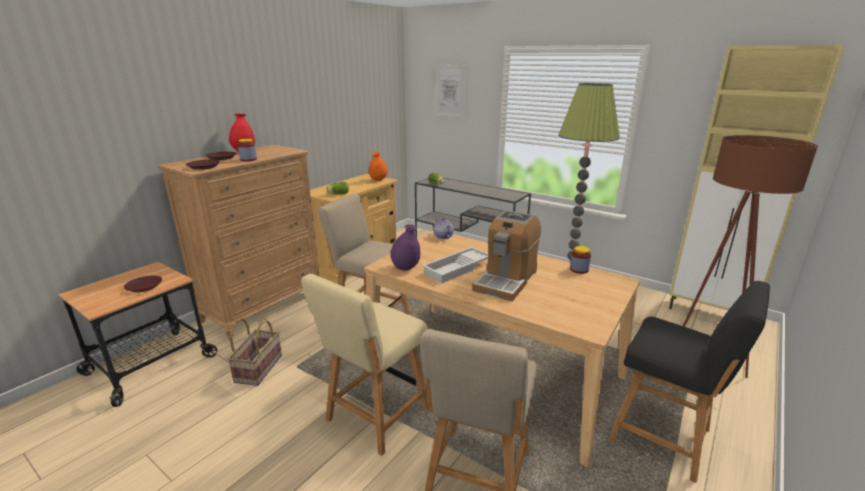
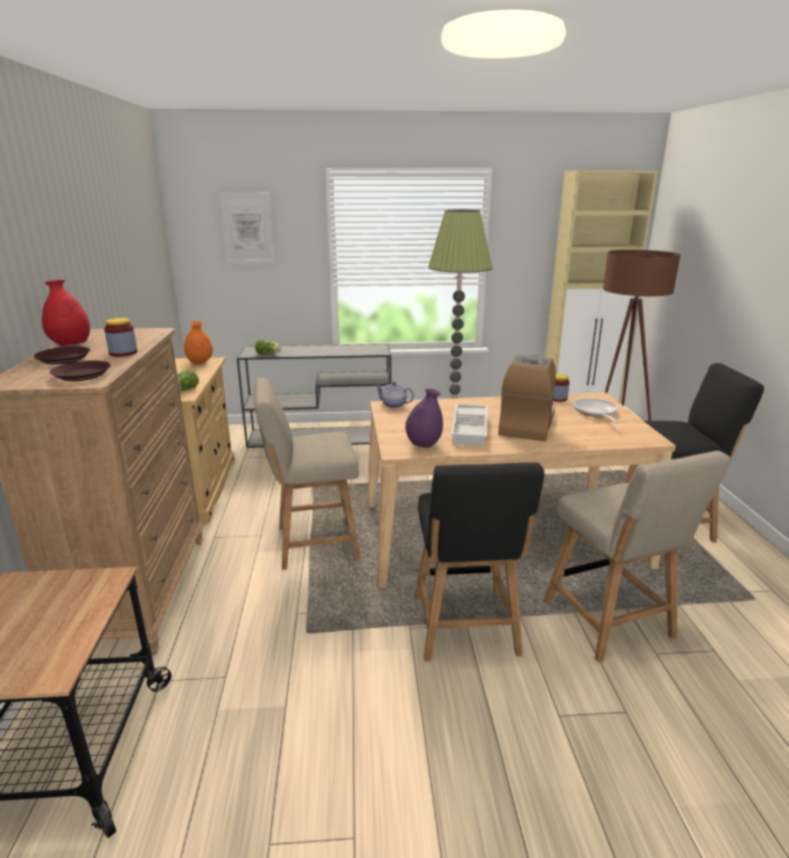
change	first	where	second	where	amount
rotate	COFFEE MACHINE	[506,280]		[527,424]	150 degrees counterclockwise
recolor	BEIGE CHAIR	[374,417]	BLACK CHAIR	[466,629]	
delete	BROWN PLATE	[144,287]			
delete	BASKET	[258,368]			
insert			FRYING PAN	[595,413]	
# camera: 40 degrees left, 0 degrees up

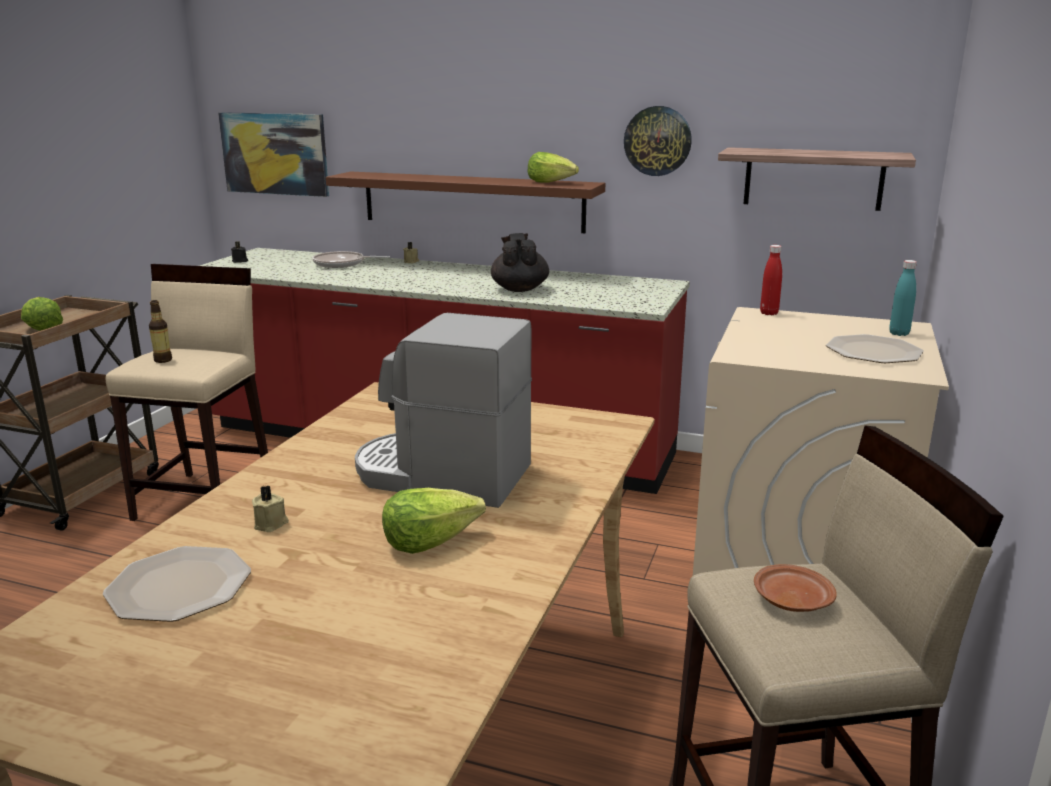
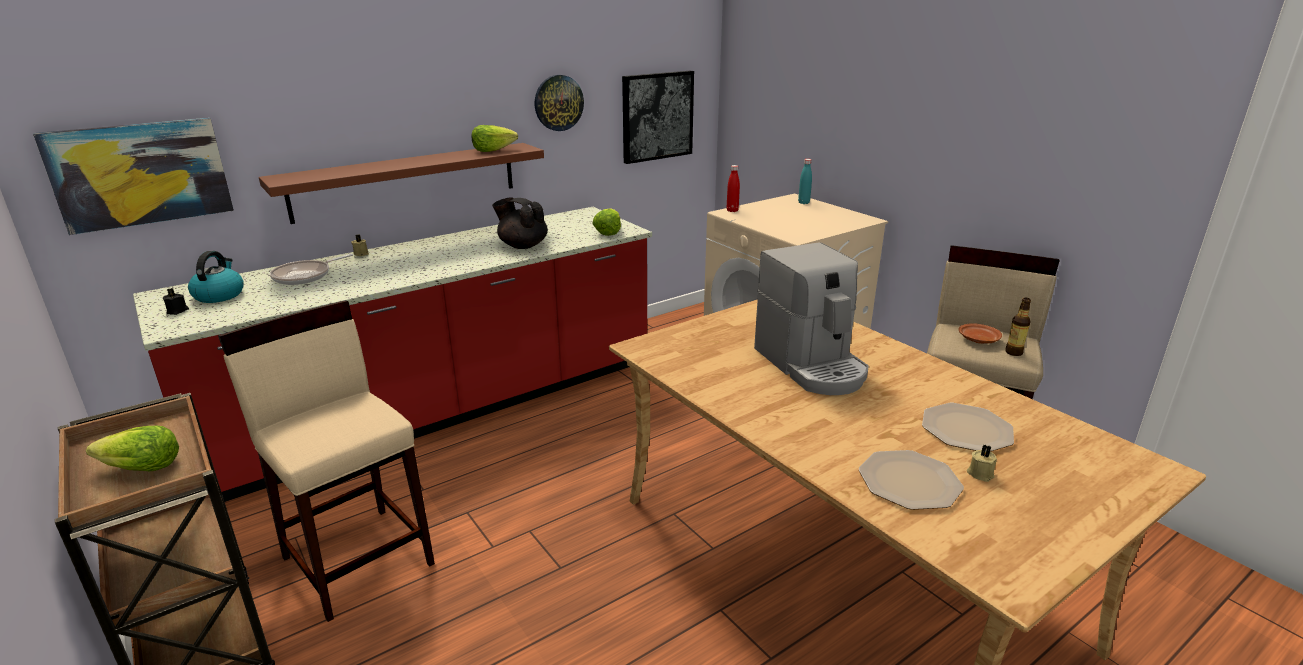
change	first	where	second	where	amount
replace	SHELF	[813,178]	PICTURE	[657,116]	
move	BOTTLE	[163,360]		[1013,352]	
rotate	COFFEE MACHINE	[441,475]		[812,365]	75 degrees counterclockwise
move	PLATE	[873,351]		[965,429]	
move	BEIGE CANDLE	[271,524]		[980,473]	
move	LETTUCE	[429,541]		[608,232]	
insert			KETTLE	[219,295]	
# camera: 55 degrees left, 5 degrees up

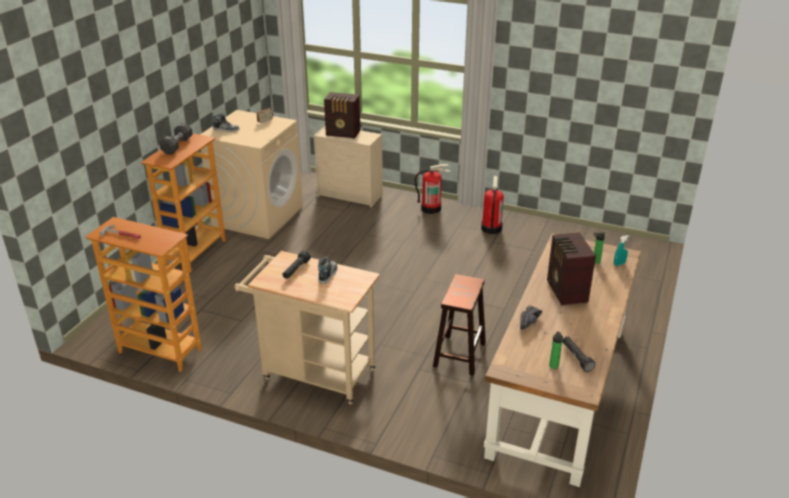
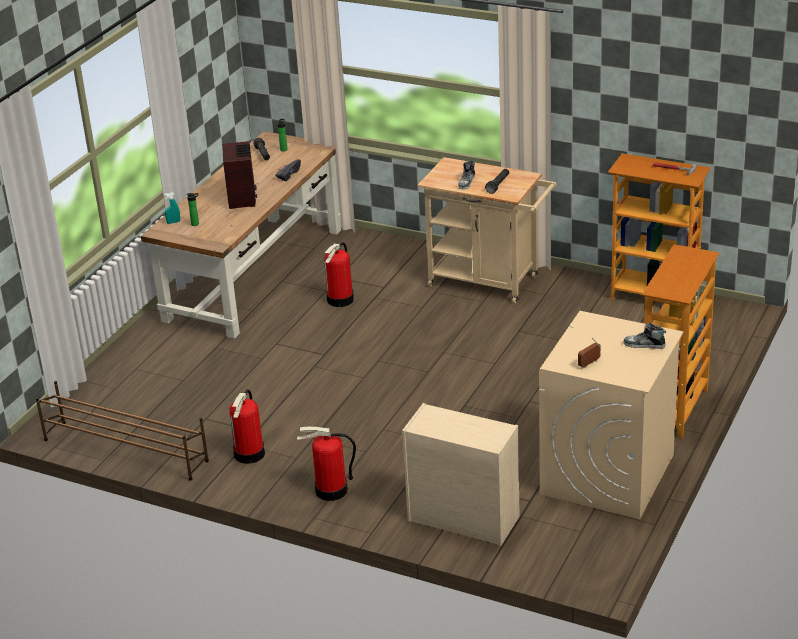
change	first	where	second	where	amount
delete	RADIO	[343,133]			
delete	BLACK DUMBBELL	[177,146]			
replace	BROWN STOOL	[459,354]	FIRE EXTINGUISHER	[340,300]	
insert			BROWN SHOE RACK	[125,450]	
# camera: 175 degrees left, 0 degrees up

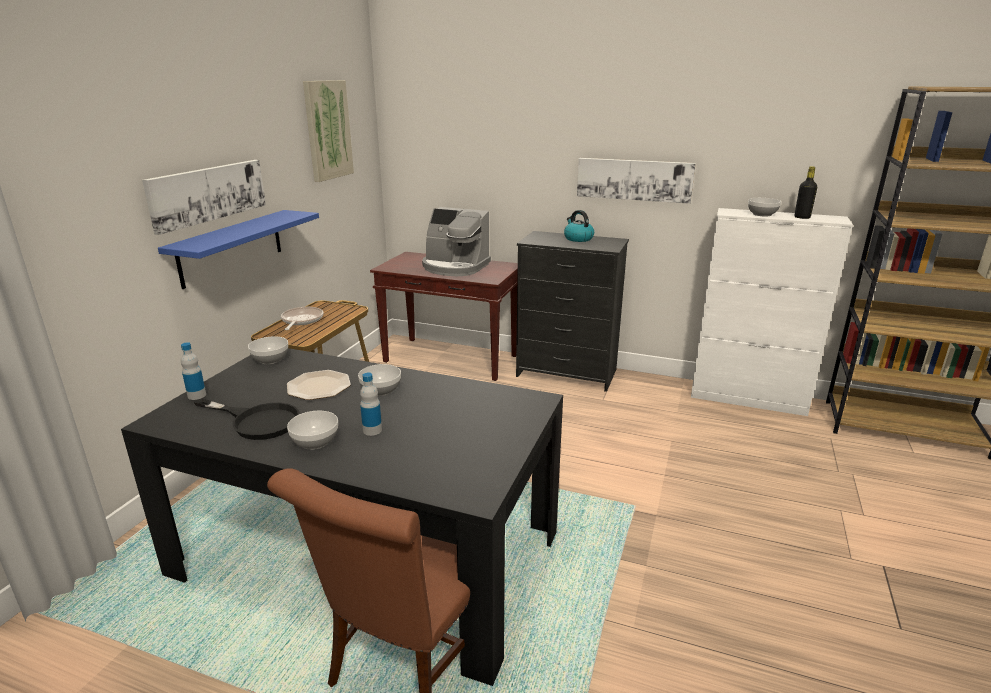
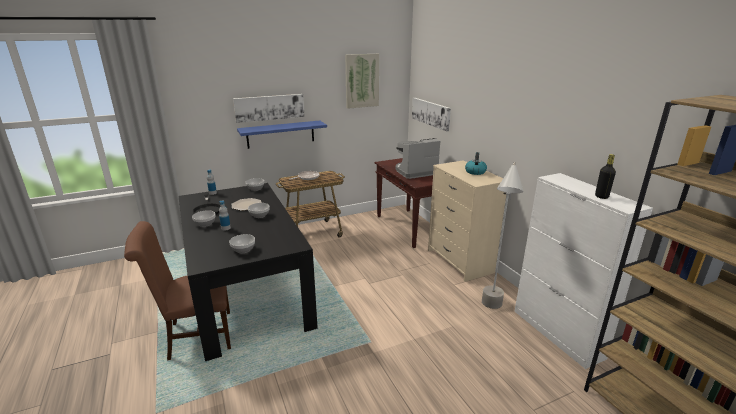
change	first	where	second	where	amount
move	PICTURE	[634,179]		[431,113]	
move	BOWL	[761,214]		[243,249]	
rotate	COFFEE MACHINE	[455,267]		[415,172]	90 degrees clockwise
recolor	BLACK DRESSER	[566,373]	BEIGE DRESSER	[459,261]	
insert			GREY FLOOR LAMP	[491,312]	
# camera: 45 degrees right, 0 degrees up

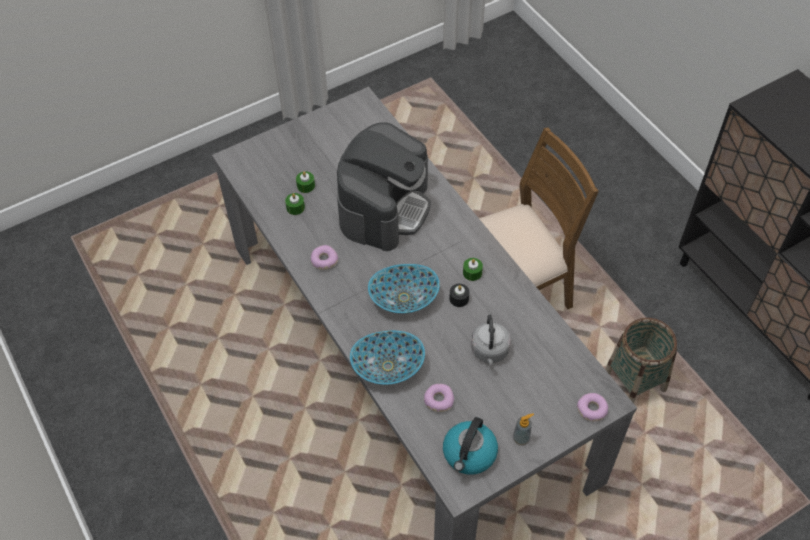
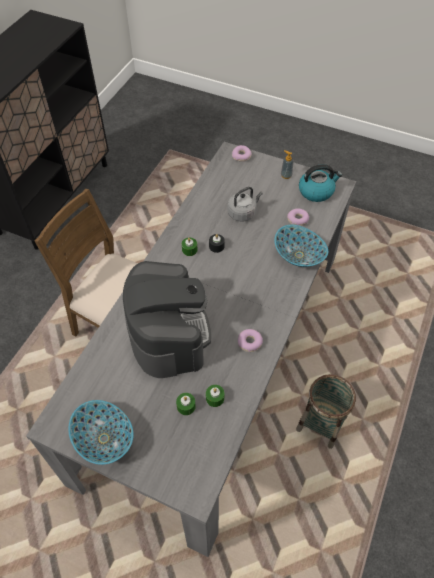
change	first	where	second	where	amount
rotate	COFFEE MACHINE	[384,207]		[168,333]	90 degrees clockwise
move	BOWL	[404,299]		[104,438]	
move	BASKET	[634,381]		[321,424]	
# camera: 125 degrees left, 0 degrees up

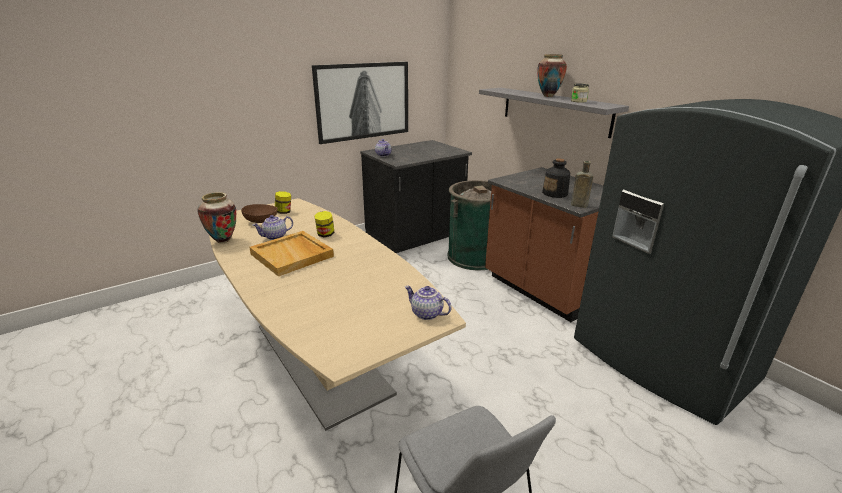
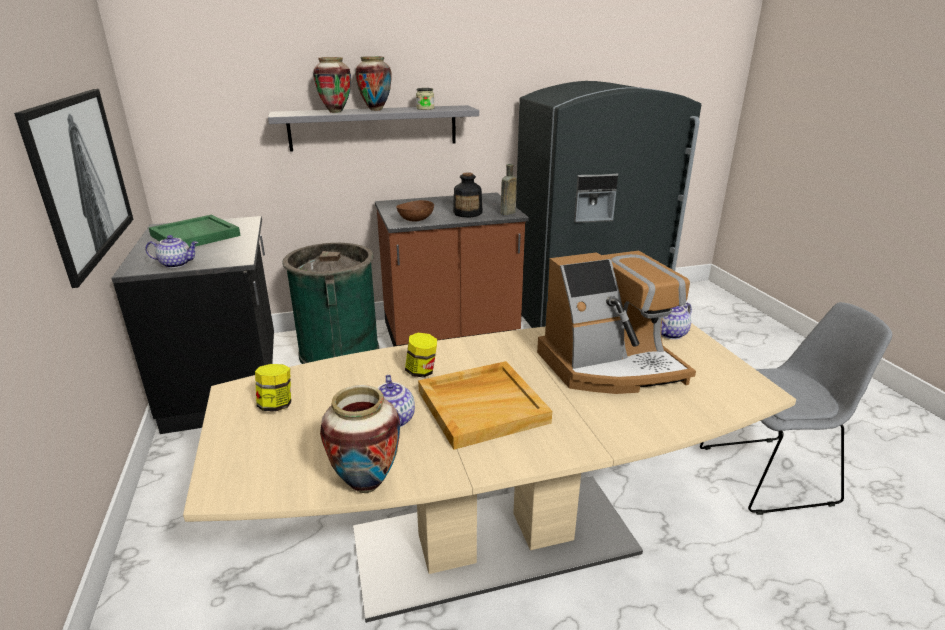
change	first	where	second	where	amount
move	BROWN BOWL	[261,221]		[416,220]	
insert			VASE	[336,112]	
insert			GREEN TRAY	[196,235]	
insert			COFFEE MACHINE	[611,366]	
# camera: 70 degrees left, 0 degrees up

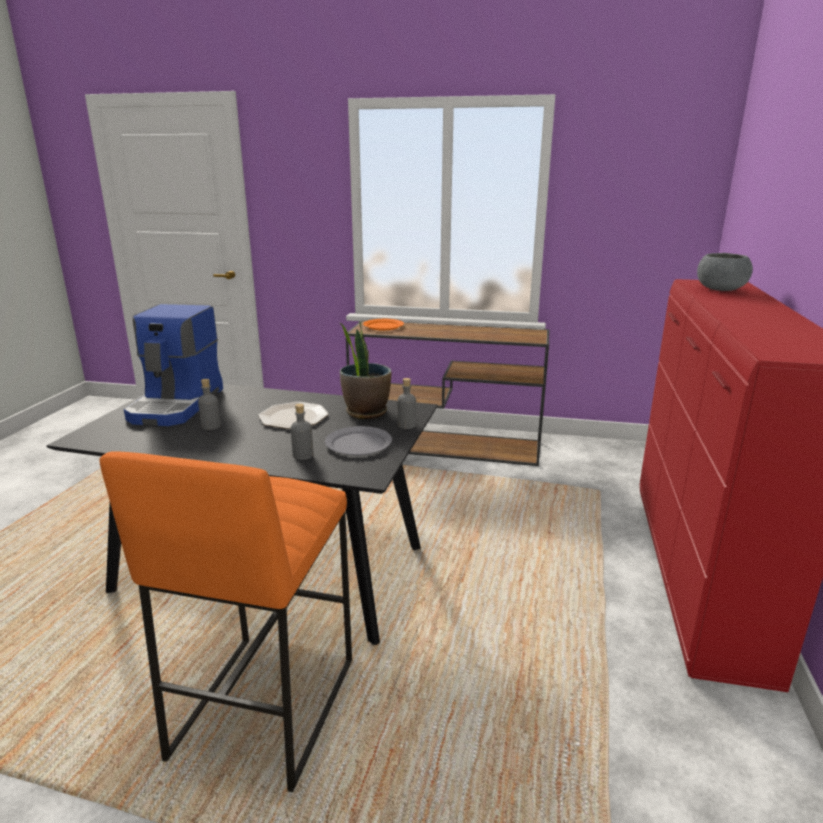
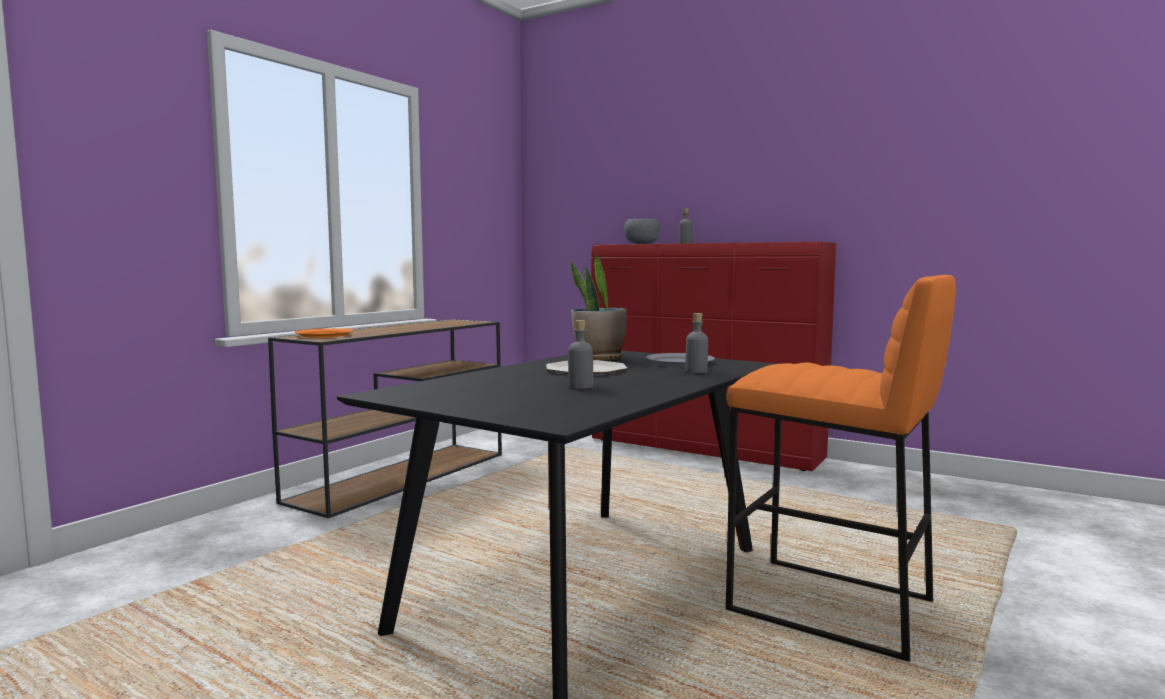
change	first	where	second	where	amount
delete	COFFEE MACHINE	[178,405]			
move	GREY BOTTLE	[406,425]		[685,243]	
# camera: 70 degrees left, 15 degrees down

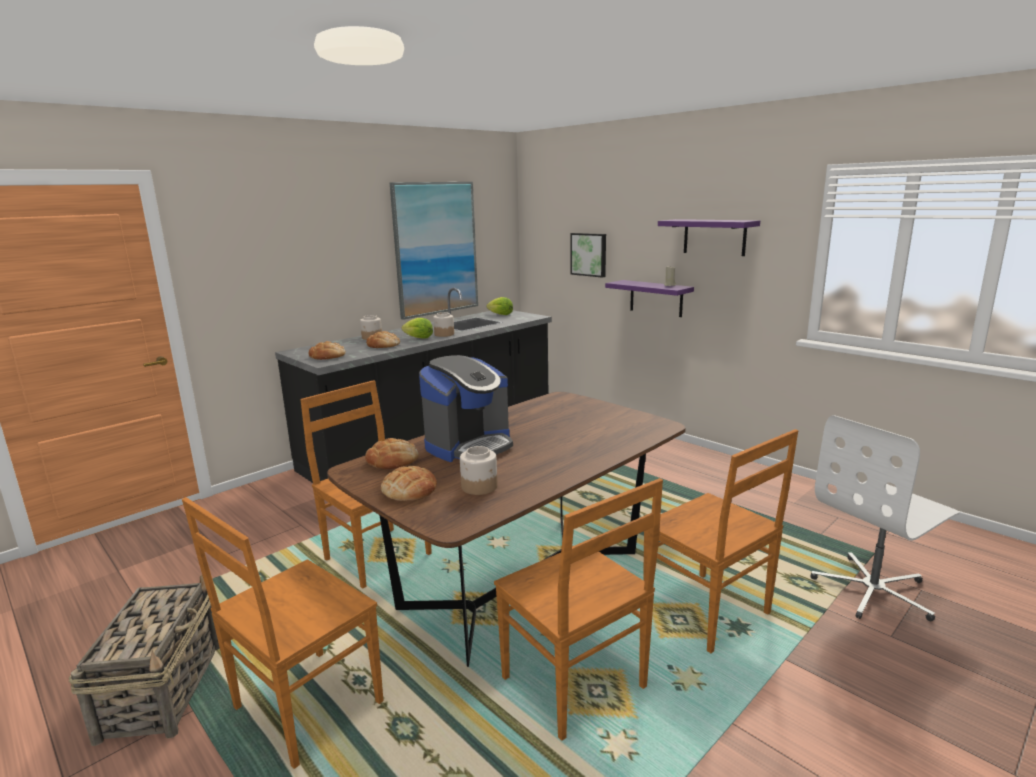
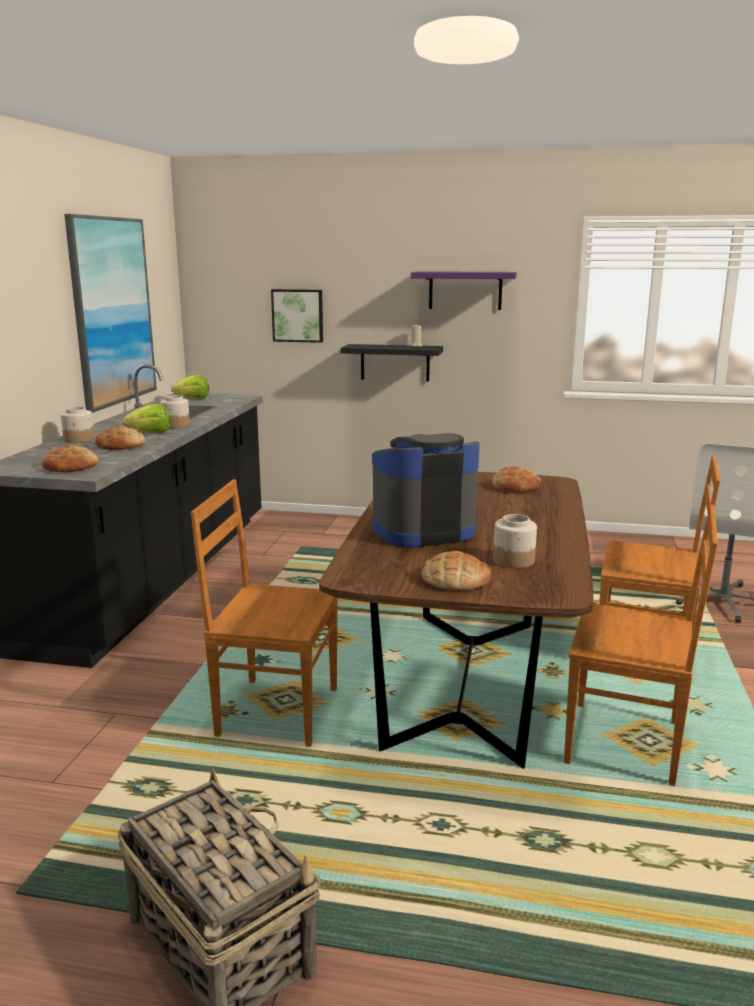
change	first	where	second	where	amount
recolor	PURPLE SHELF	[656,298]	BLACK SHELF	[395,362]	
rotate	COFFEE MACHINE	[469,445]		[423,531]	120 degrees counterclockwise
move	BREAD	[392,460]		[515,487]	
delete	BROWN CHAIR	[304,708]			
# camera: 35 degrees left, 0 degrees up

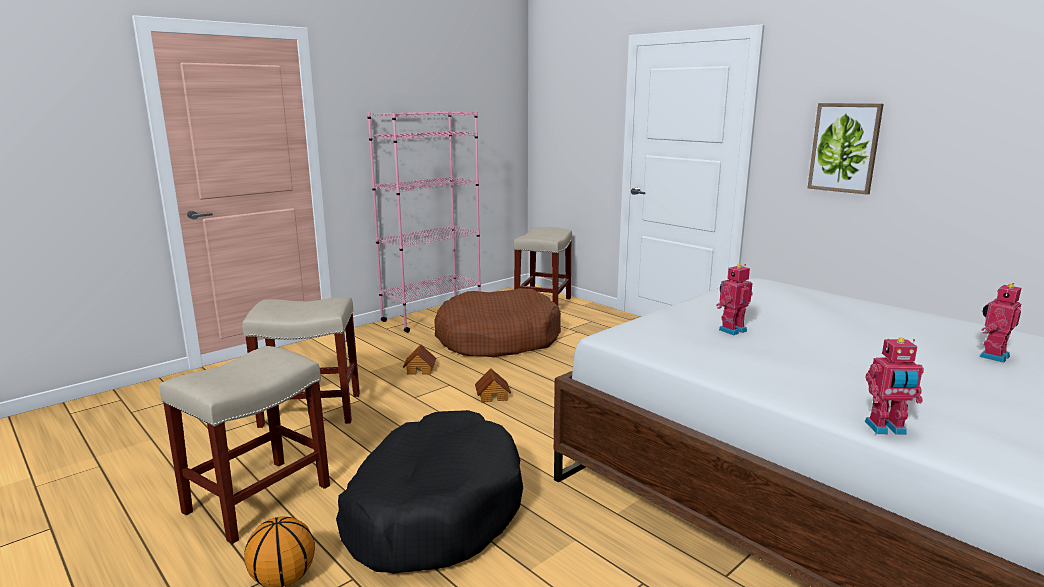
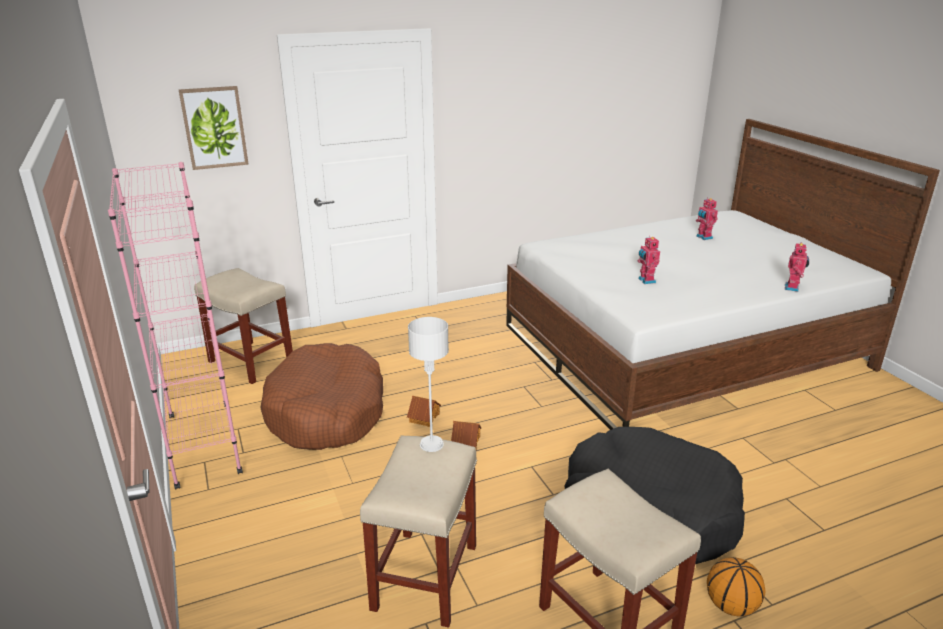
change	first	where	second	where	amount
move	PICTURE	[844,148]		[214,127]	
move	TOY HOUSE	[420,369]		[424,417]	
insert			GREY TABLE LAMP	[432,444]	
# camera: 70 degrees left, 10 degrees up

